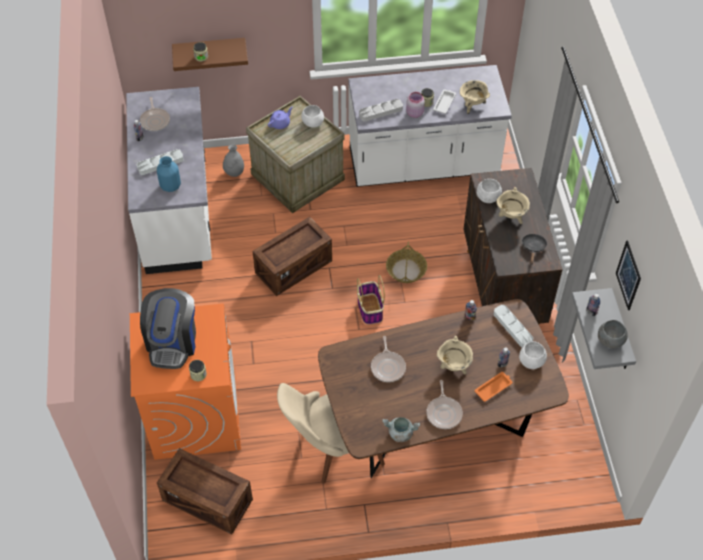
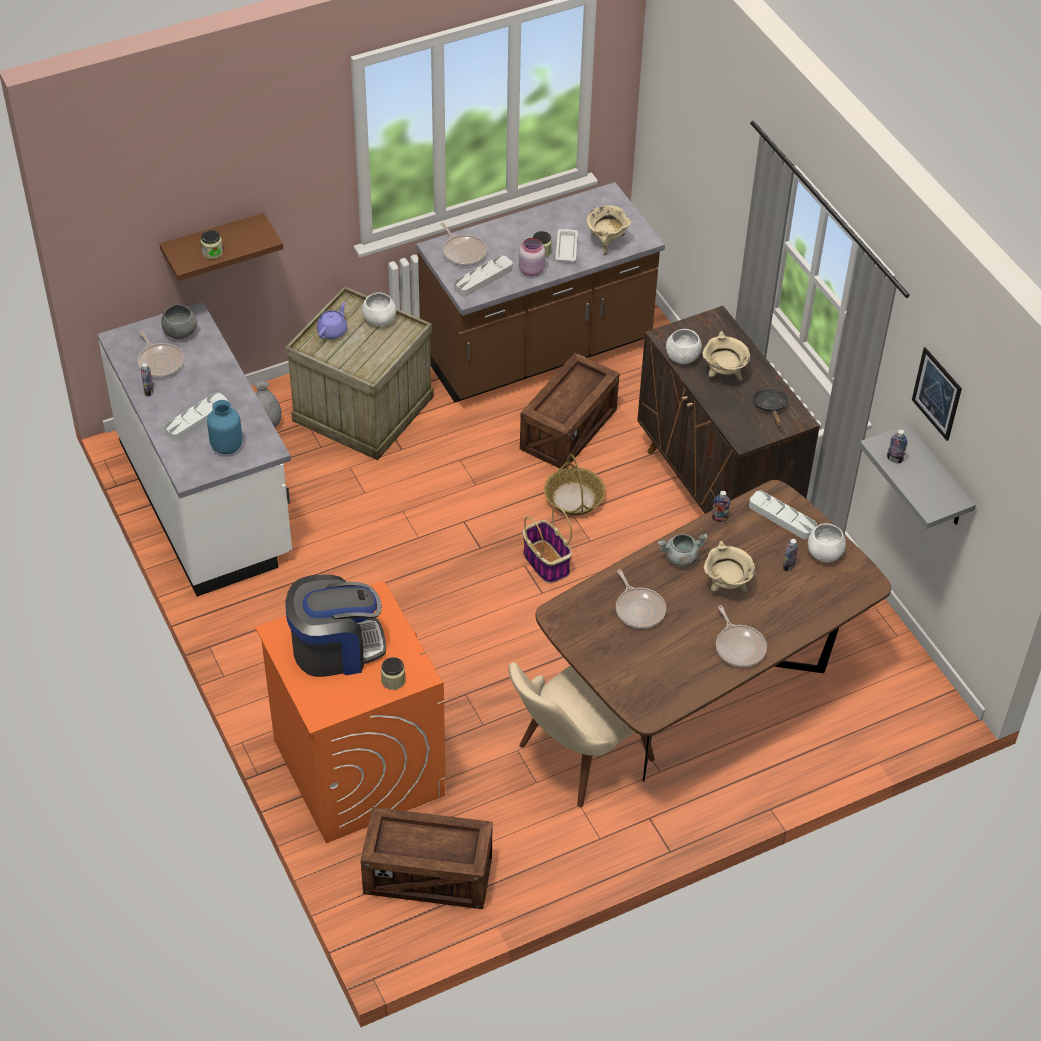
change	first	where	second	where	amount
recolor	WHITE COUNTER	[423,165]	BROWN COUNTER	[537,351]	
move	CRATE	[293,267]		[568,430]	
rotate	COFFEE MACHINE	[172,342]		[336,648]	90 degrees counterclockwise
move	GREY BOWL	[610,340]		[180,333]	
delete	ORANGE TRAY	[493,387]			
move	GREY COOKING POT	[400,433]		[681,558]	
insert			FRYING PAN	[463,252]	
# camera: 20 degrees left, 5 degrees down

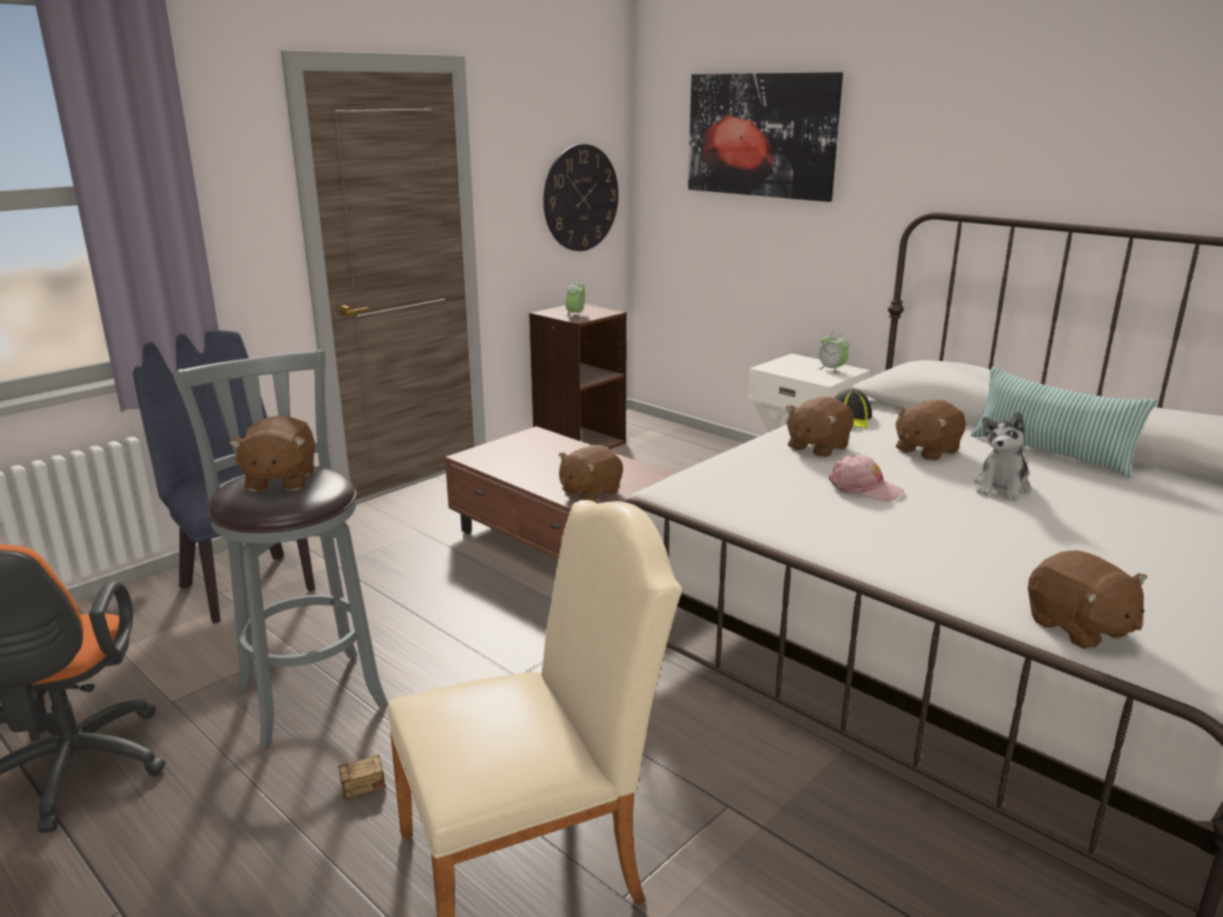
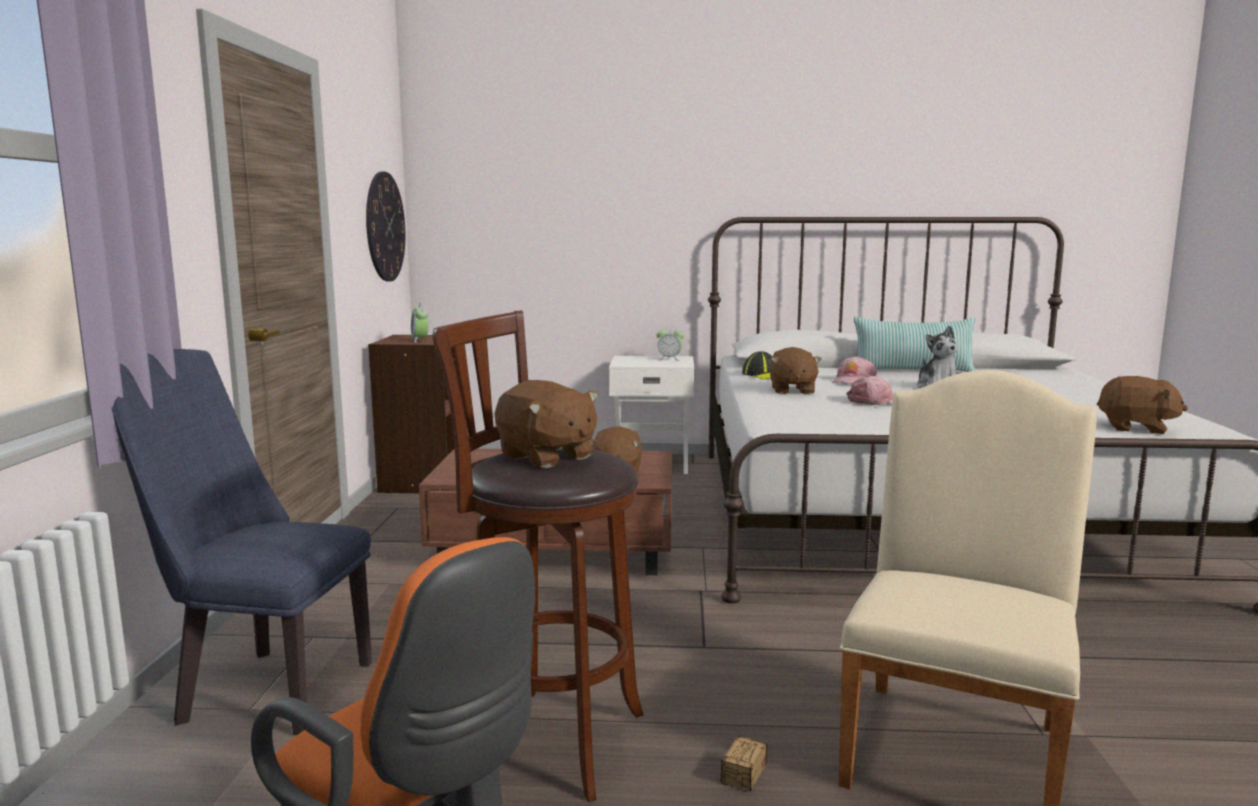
change	first	where	second	where	amount
delete	PICTURE	[761,135]			
recolor	GREY STOOL	[309,693]	BROWN STOOL	[547,739]	
replace	BROWN PLUSH TOY	[926,451]	PINK CAP	[853,381]	
# camera: 40 degrees left, 10 degrees down

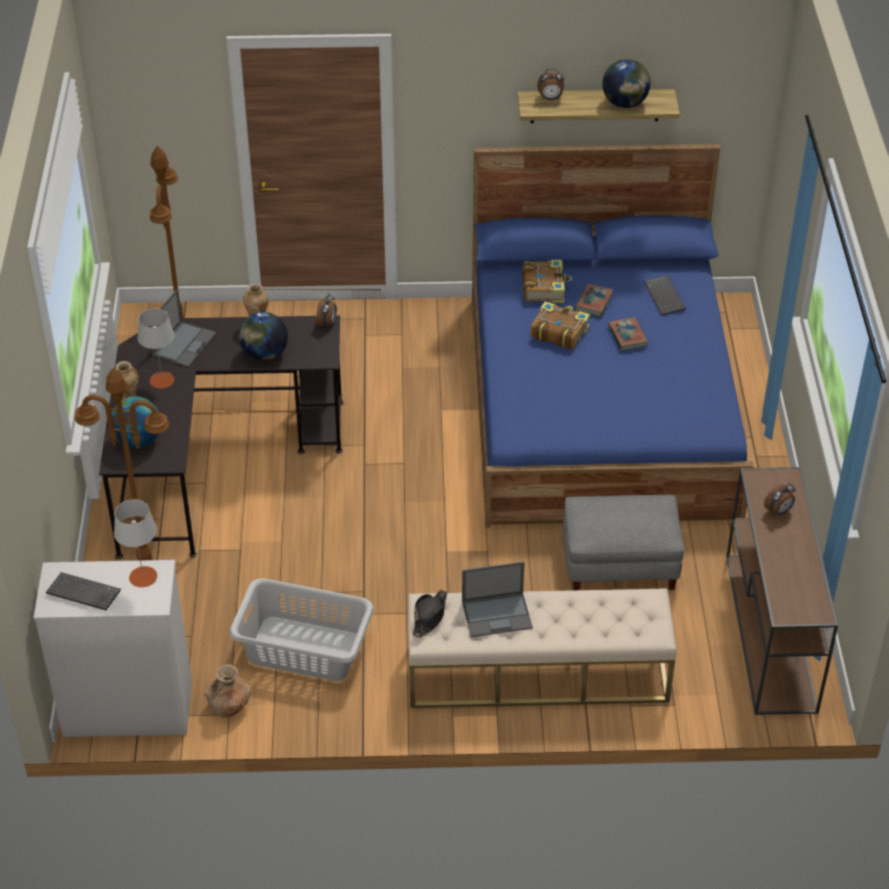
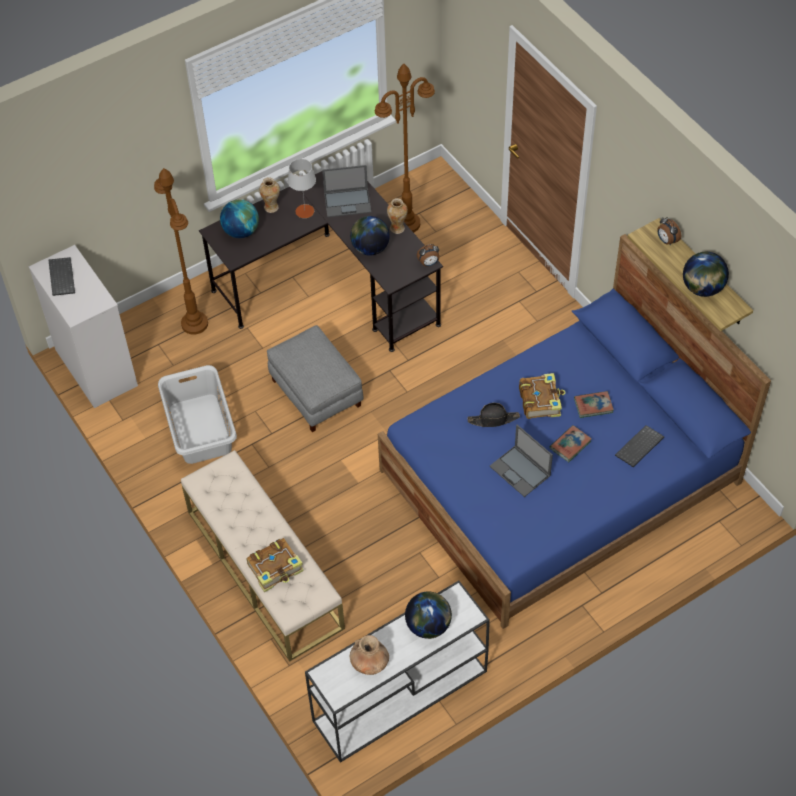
change	first	where	second	where	amount
move	BOOK	[544,287]		[276,568]	
recolor	BROWN CONSOLE TABLE	[771,633]	WHITE CONSOLE TABLE	[399,697]	
replace	ALARM CLOCK	[779,511]	GLOBE	[428,625]	
move	GREY OTTOMAN	[620,562]		[317,392]	
delete	GREY TABLE LAMP	[143,577]			
move	LAPTOP	[497,614]		[520,471]	
move	BLACK HAT	[430,616]		[493,419]	
move	BROWN VASE	[230,705]		[370,664]	
# camera: 60 degrees right, 10 degrees up

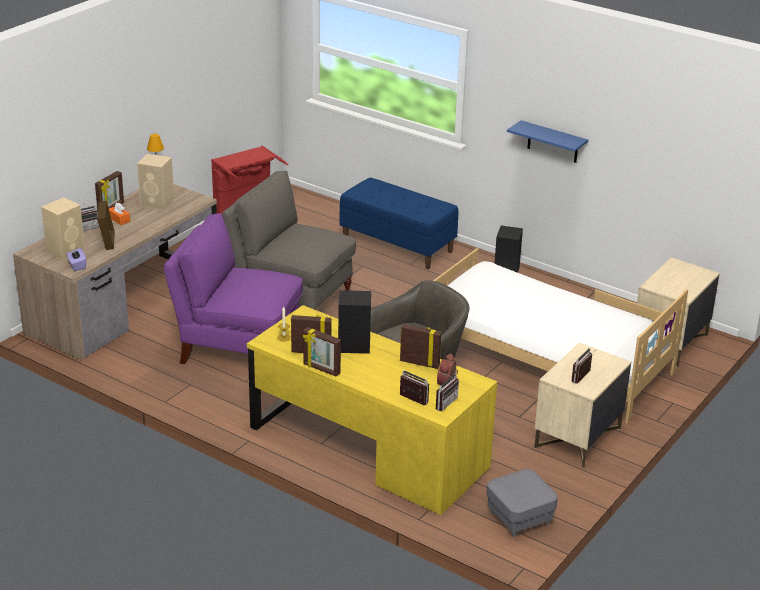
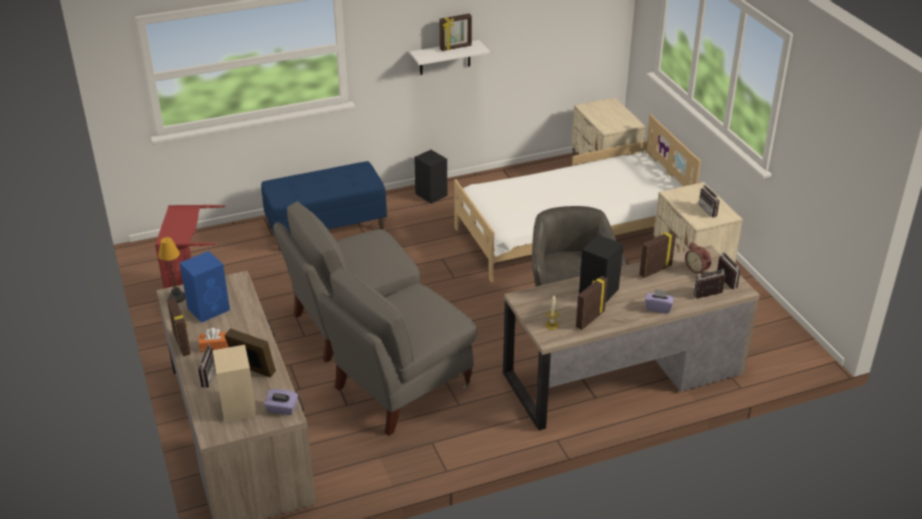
change	first	where	second	where	amount
recolor	BLUE SHELF	[553,142]	WHITE SHELF	[445,57]	
recolor	BEIGE SPEAKER	[158,203]	BLUE SPEAKER	[209,309]	
recolor	PURPLE ARMCHAIR	[237,349]	GREY ARMCHAIR	[401,388]	
recolor	YELLOW DESK	[368,448]	BROWN DESK	[623,374]	
move	PICTURE FRAME	[321,369]		[456,47]	
delete	GREY OTTOMAN	[519,518]			
insert			PURPLE TISSUE BOX	[658,308]	
# camera: 55 degrees left, 5 degrees up

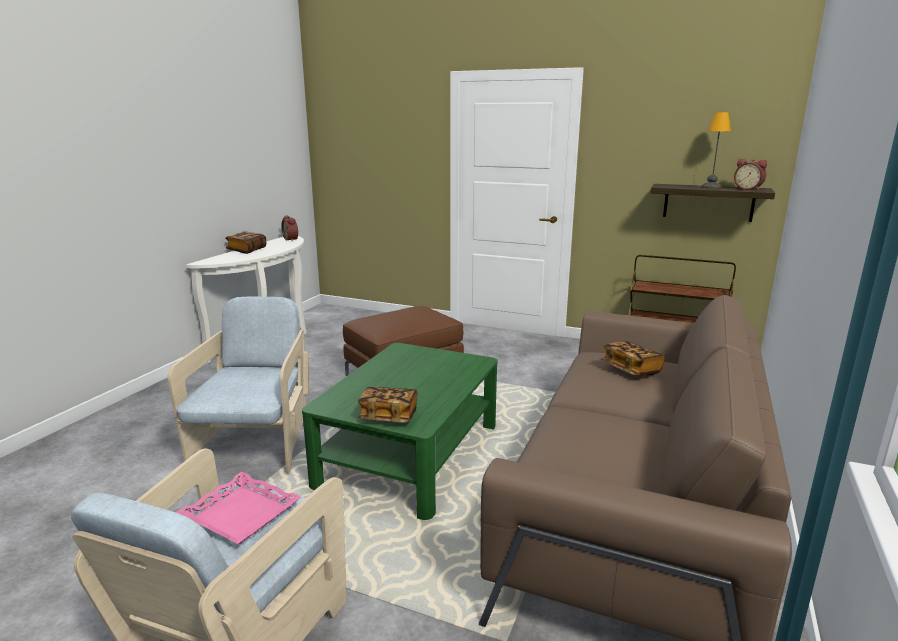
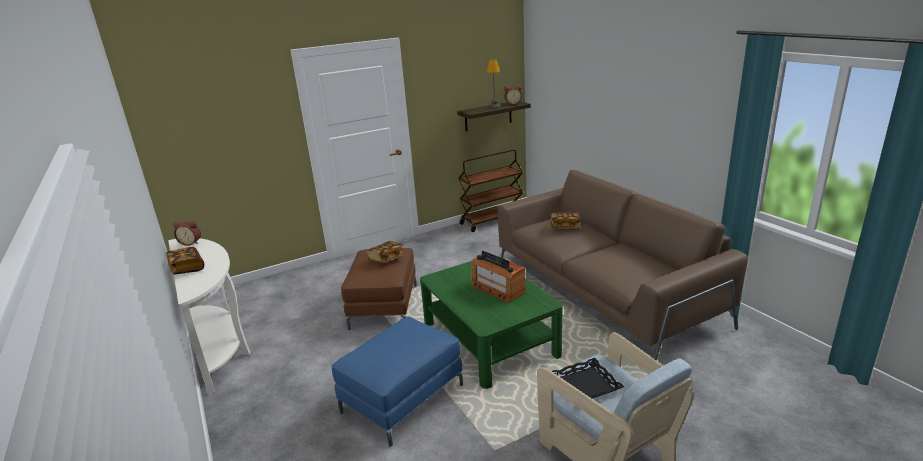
change	first	where	second	where	amount
replace	BEIGE ARMCHAIR	[256,445]	BLUE OTTOMAN	[403,398]	
move	BOOK	[388,416]		[386,259]	
recolor	PINK TRAY	[240,514]	BLACK TRAY	[585,385]	
insert			RADIO	[497,289]	
# camera: 50 degrees left, 5 degrees up

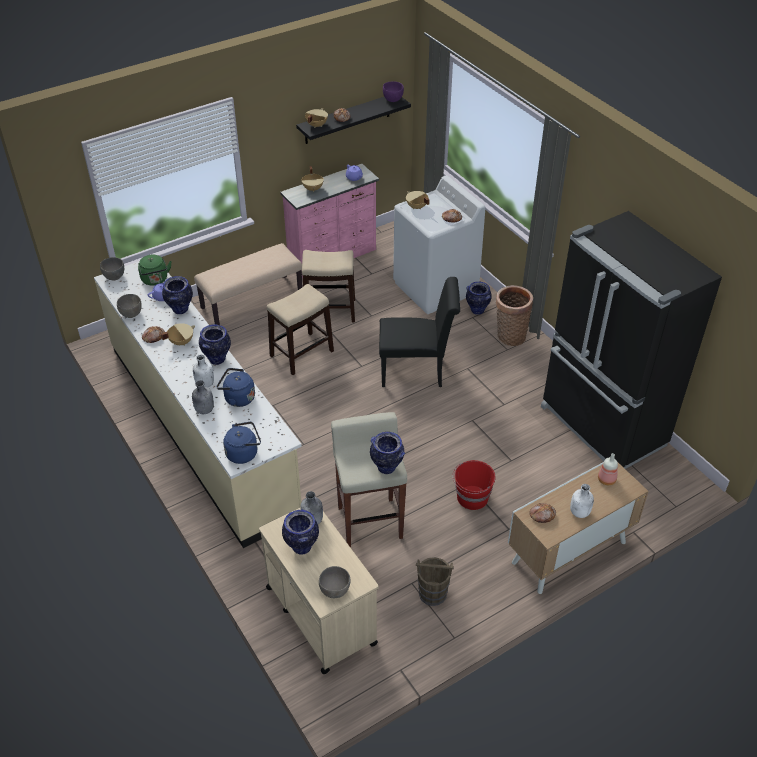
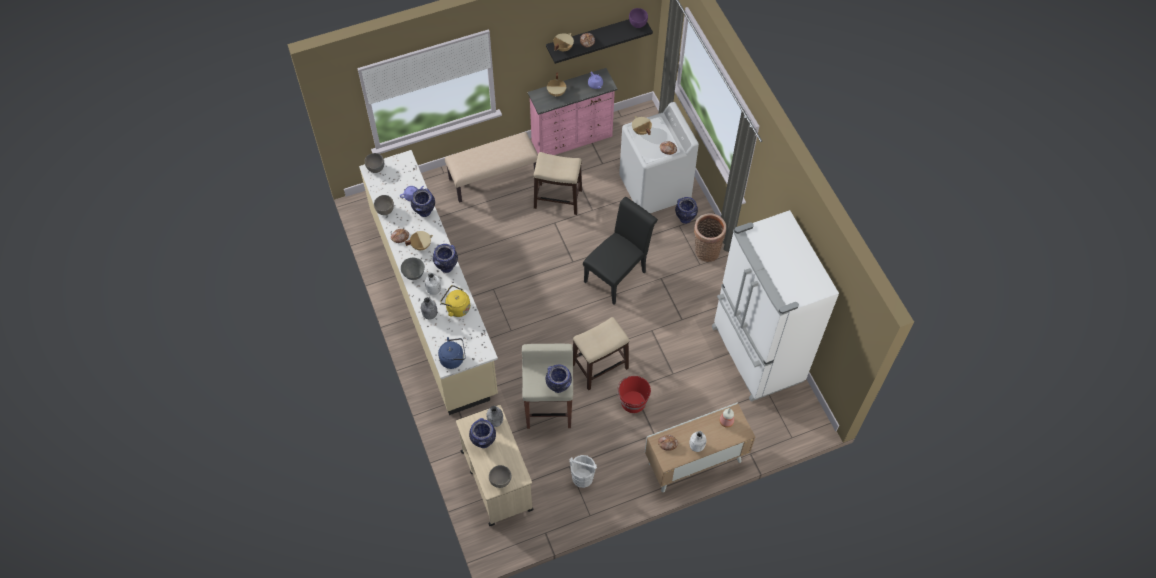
change	first	where	second	where	amount
recolor	BLACK FRIDGE	[601,427]	WHITE FRIDGE	[755,355]	
delete	GREEN KETTLE	[155,280]			
rotate	BLACK CHAIR	[417,371]		[618,274]	60 degrees counterclockwise
move	STOOL	[302,353]		[600,366]	
recolor	BLUE KETTLE	[237,398]	YELLOW KETTLE	[456,307]	
recolor	BROWN BUCKET	[432,593]	WHITE BUCKET	[582,477]	
insert			GREY BOWL	[414,274]	
# camera: 10 degrees right, 15 degrees up

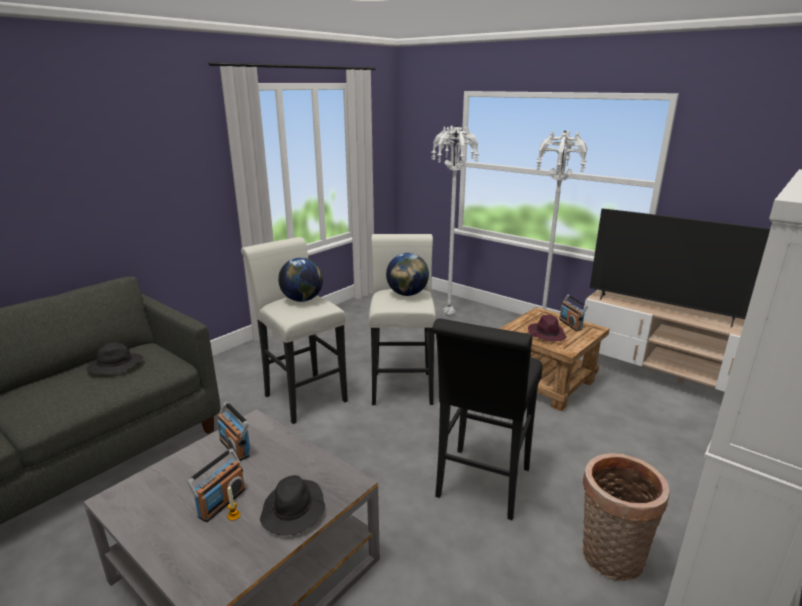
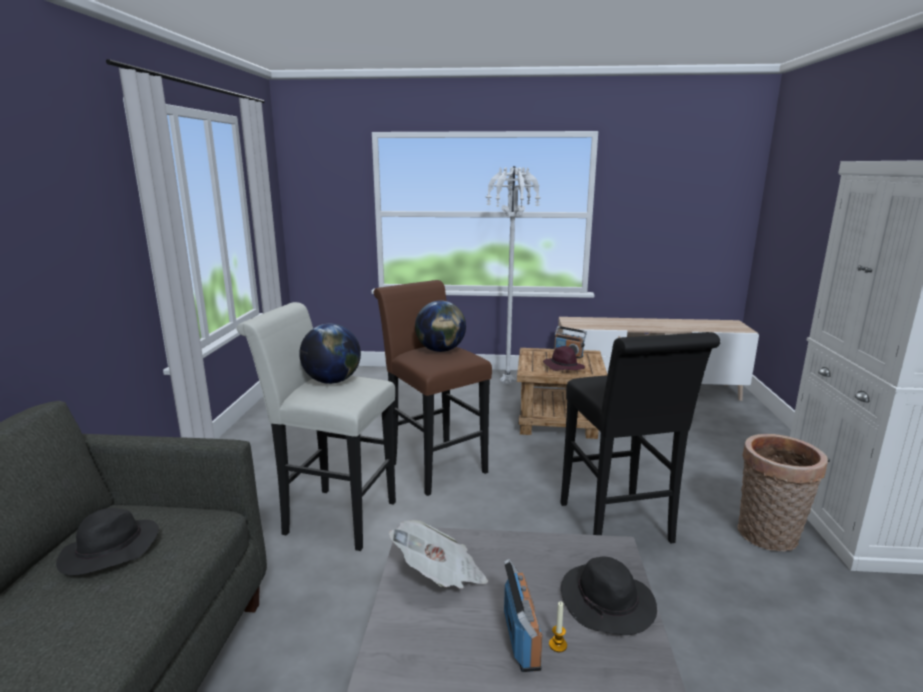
change	first	where	second	where	amount
delete	WHITE FLOOR LAMP	[449,315]			
delete	TELEVISION	[663,309]			
recolor	WHITE STOOL	[402,385]	BROWN STOOL	[434,465]	
replace	RADIO	[235,447]	NEWSPAPER	[440,576]	
# camera: 35 degrees left, 5 degrees down

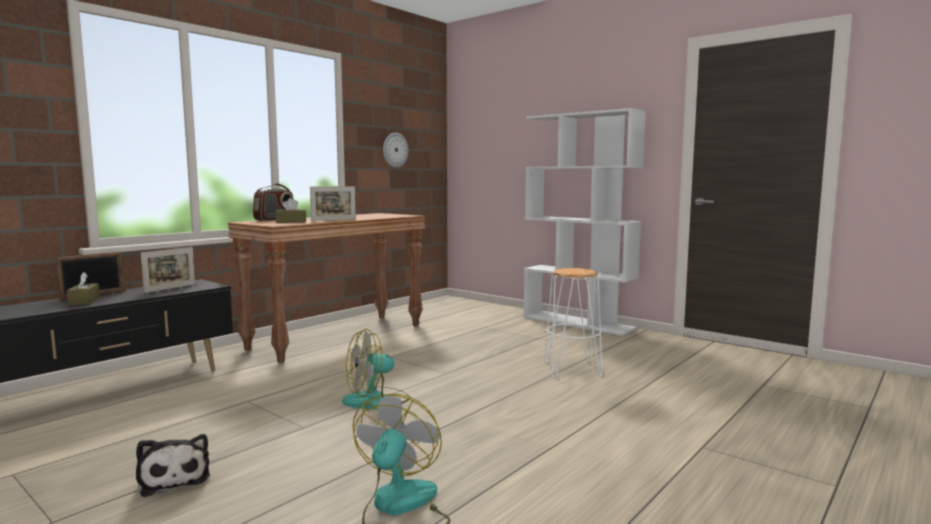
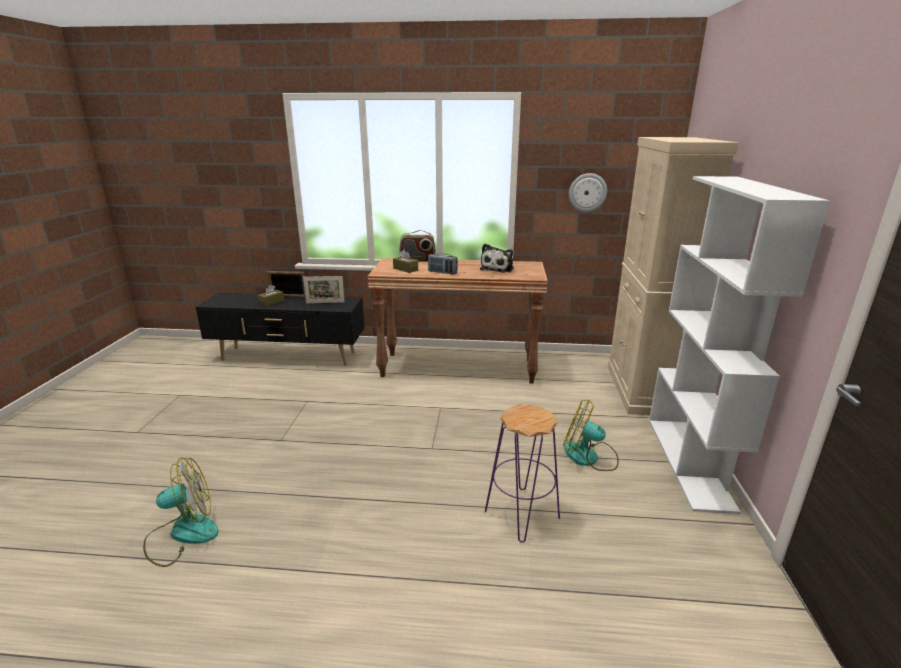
change	first	where	second	where	amount
replace	PICTURE FRAME	[333,220]	RADIO	[442,272]	
recolor	WHITE STOOL	[572,369]	PURPLE STOOL	[521,514]	
move	FAN	[377,400]		[589,457]	
move	PLUSH TOY	[174,478]		[498,269]	
insert			BEIGE CABINET	[641,389]	
# camera: 55 degrees right, 15 degrees up

